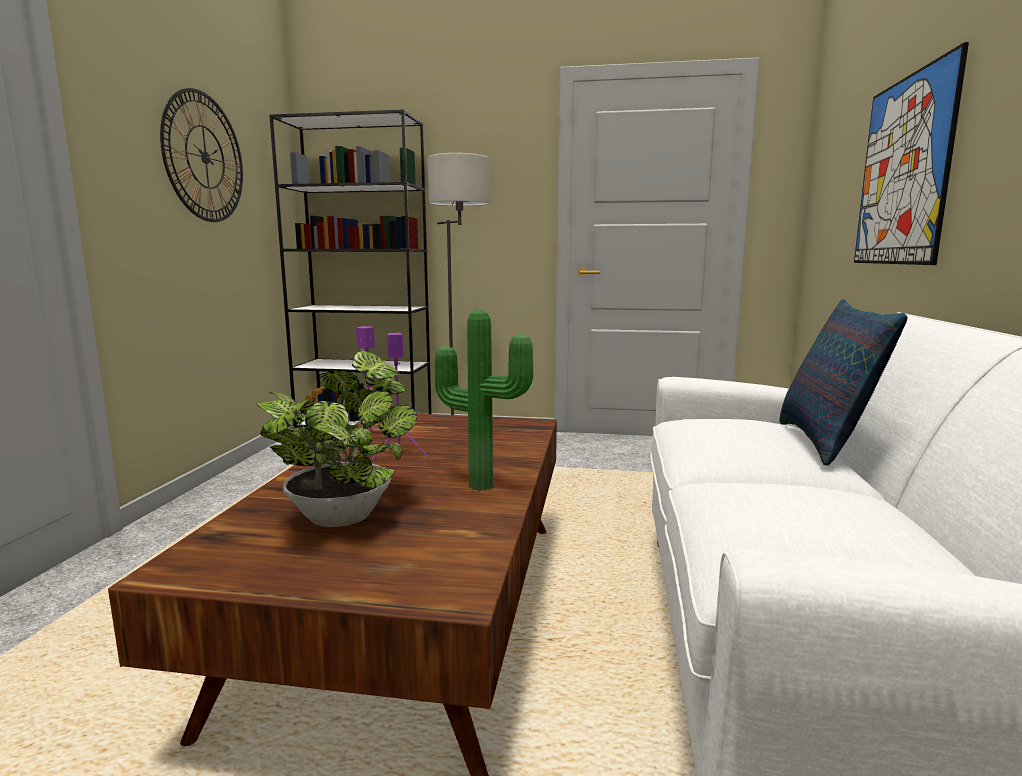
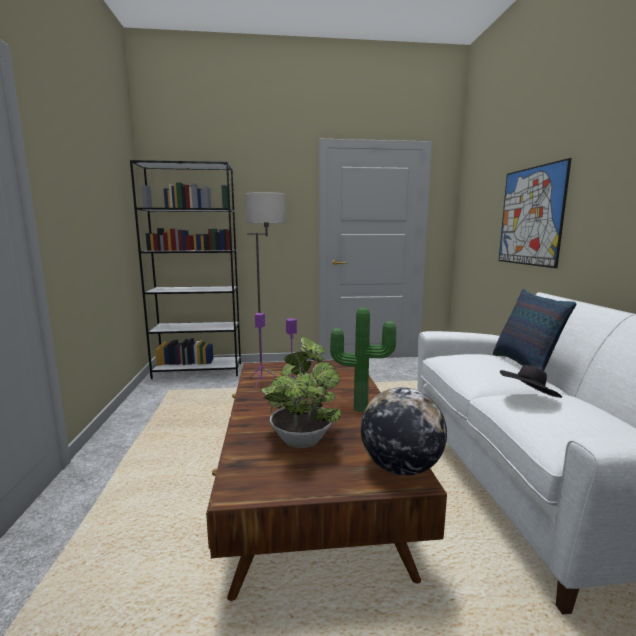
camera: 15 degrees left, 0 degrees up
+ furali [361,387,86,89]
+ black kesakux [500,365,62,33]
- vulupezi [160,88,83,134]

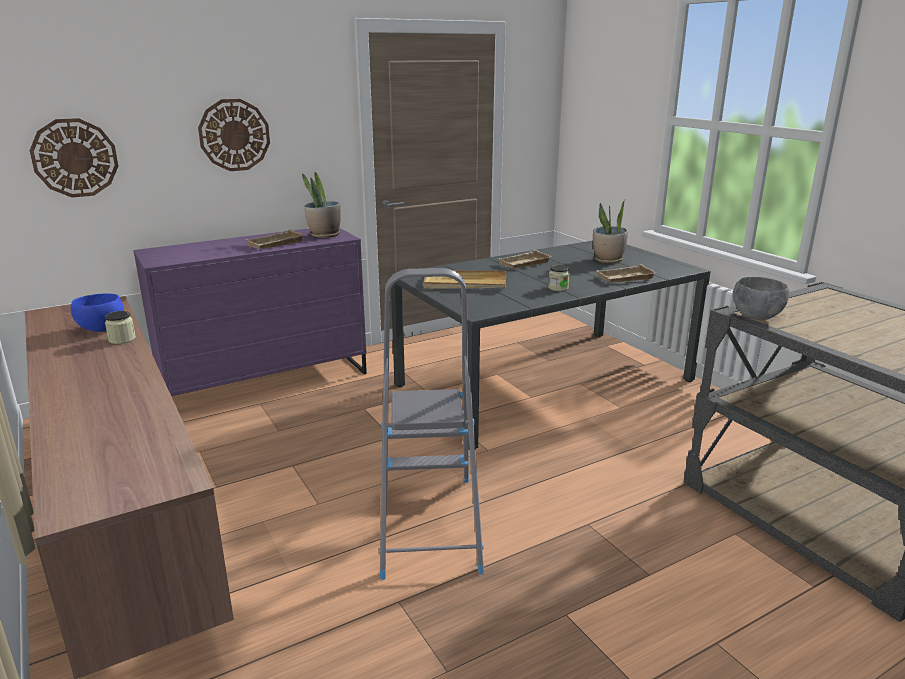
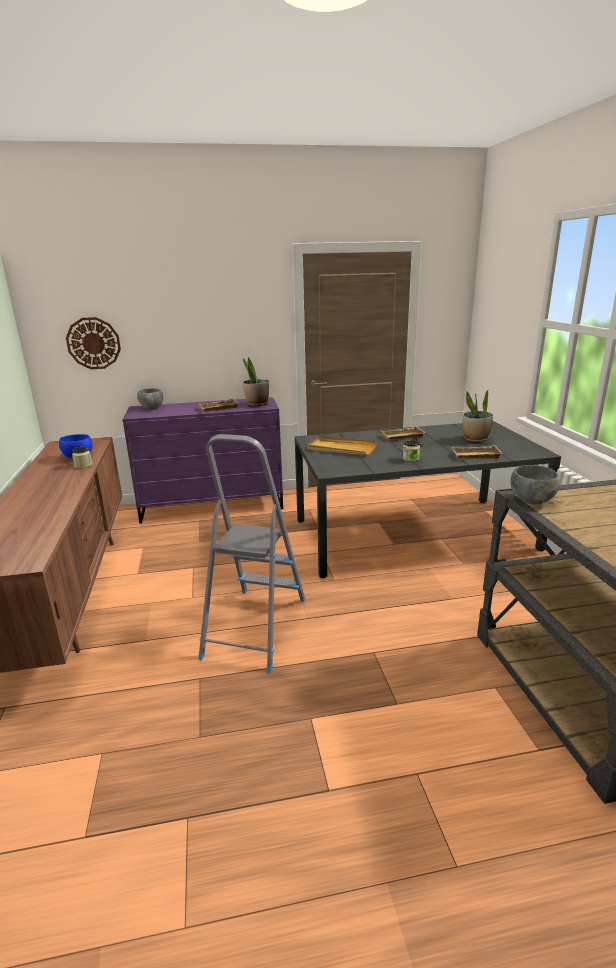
camera: 20 degrees right, 0 degrees up
+ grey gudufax [137,388,27,21]
- vulupezi [198,99,72,72]

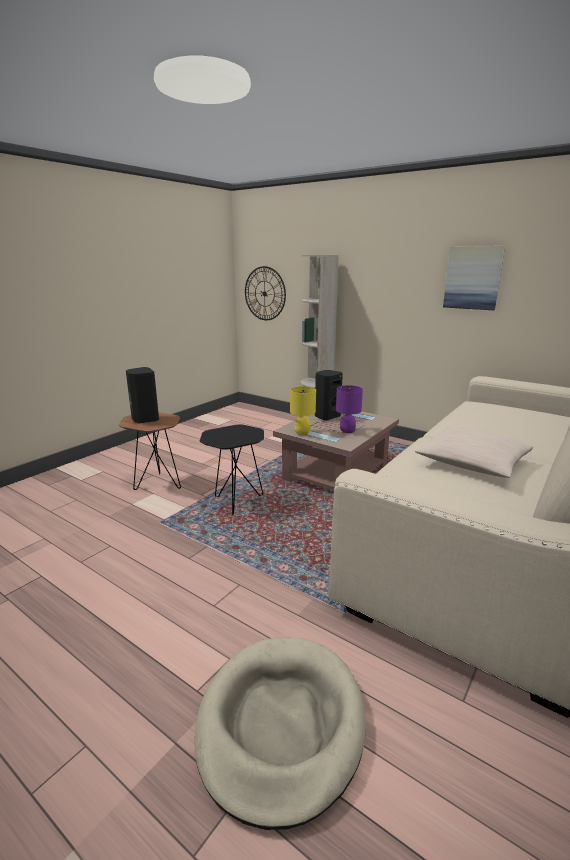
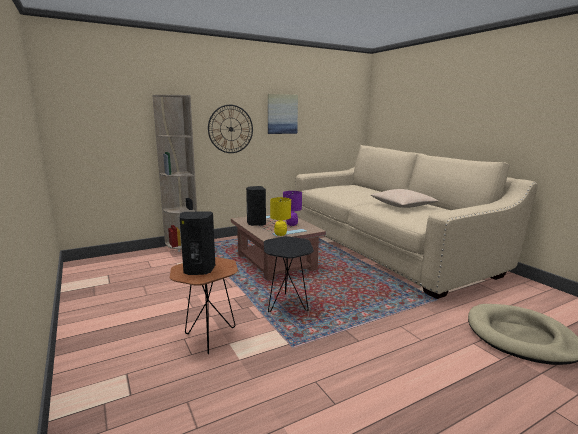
camera: 65 degrees left, 5 degrees down
~ vulupezi [245,266,41,54] to [208,105,45,48]

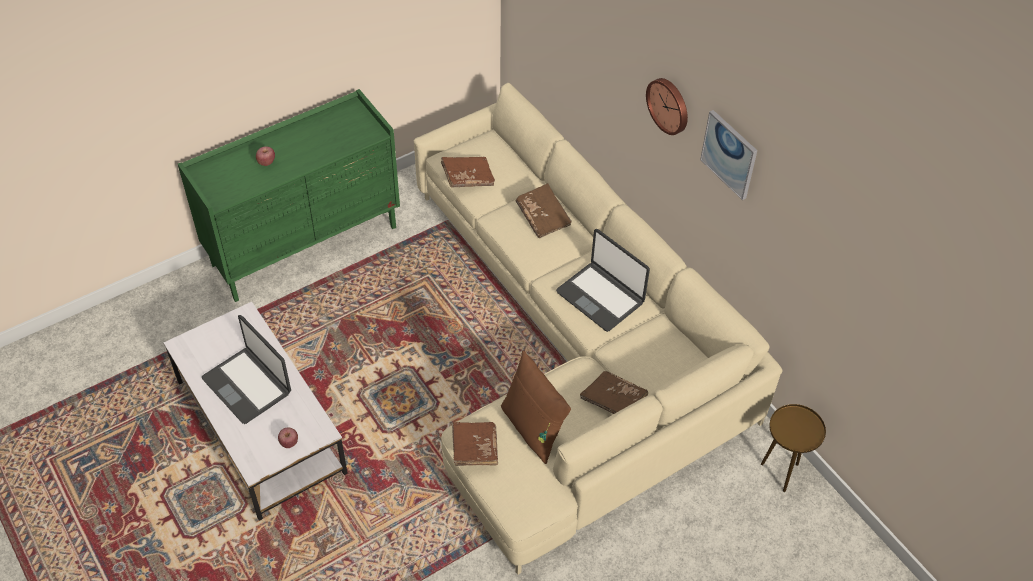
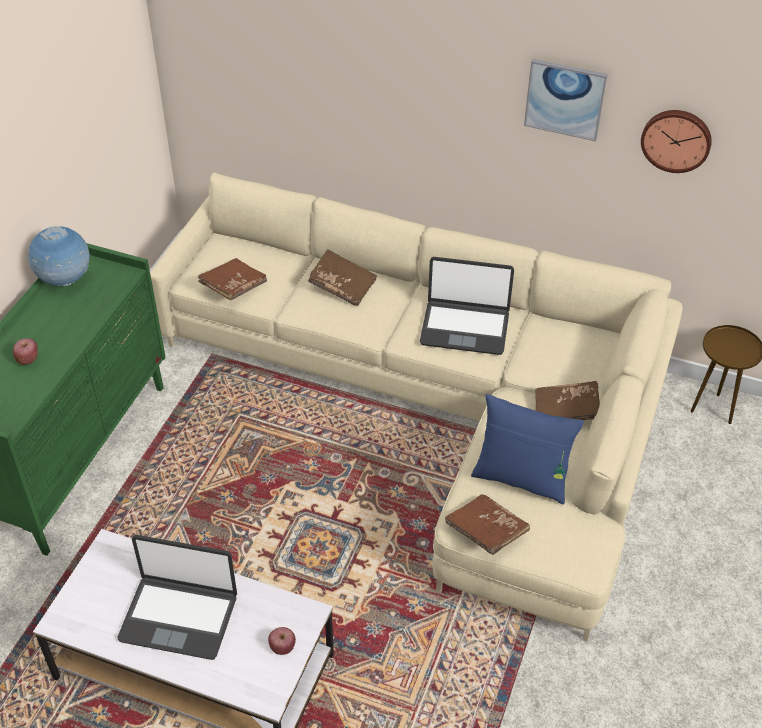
camera: 35 degrees left, 5 degrees down
+ furali [28,226,62,60]
~ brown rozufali [501,350,70,114] to blue rozufali [471,394,113,110]
~ vulupezi [646,78,42,57] to [641,110,71,63]

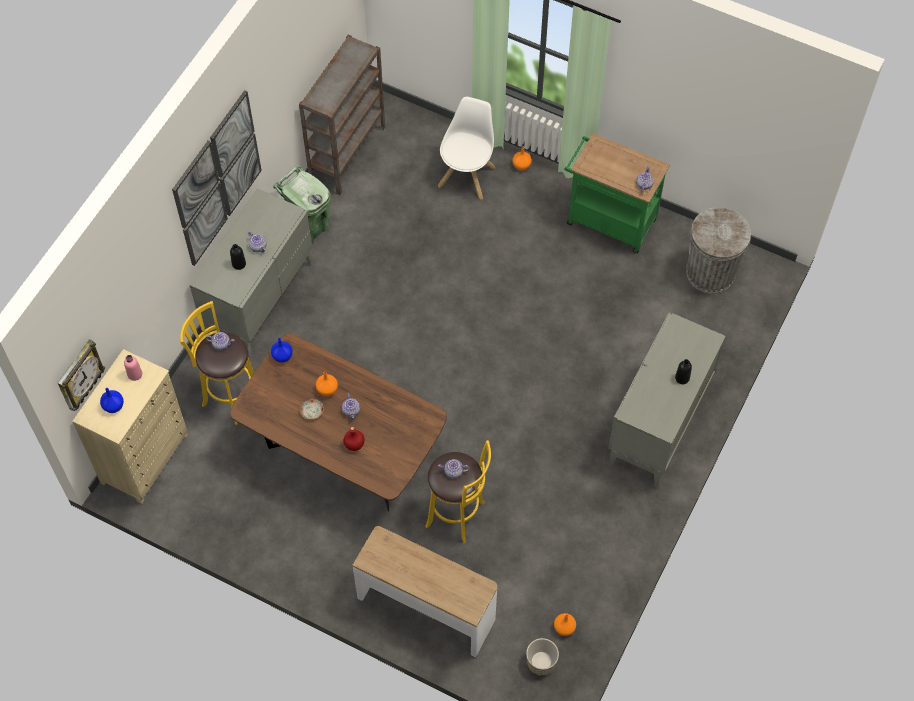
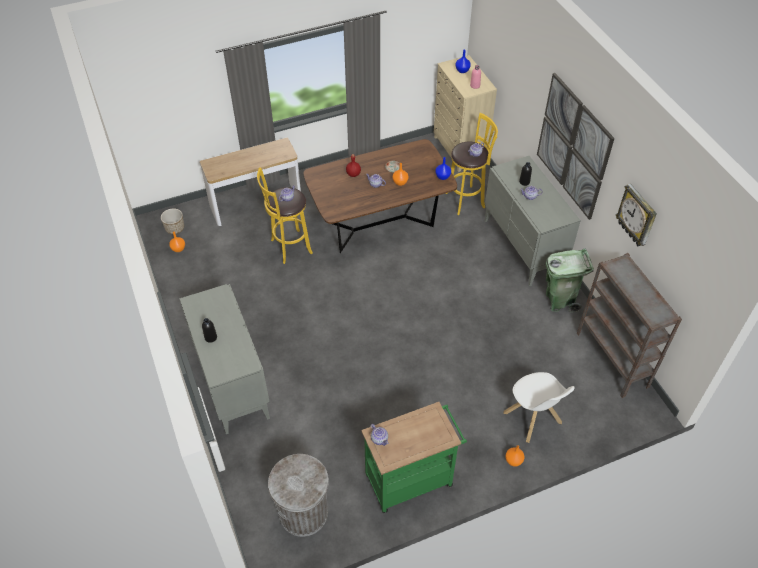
camera: 130 degrees right, 10 degrees down
~ vulupezi [58,339,47,72] to [616,183,41,63]

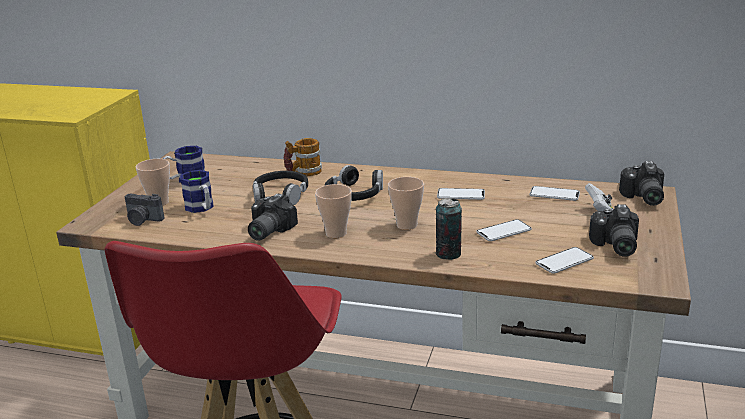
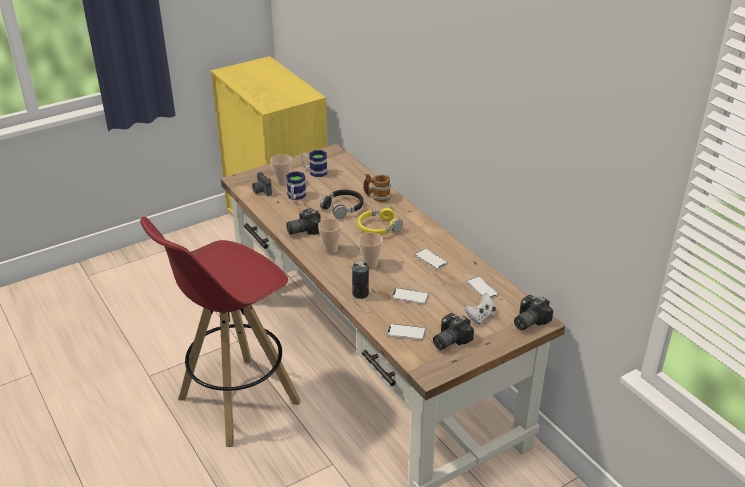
camera: 40 degrees right, 10 degrees up
~ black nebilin [325,165,58,36] to yellow nebilin [357,206,46,29]

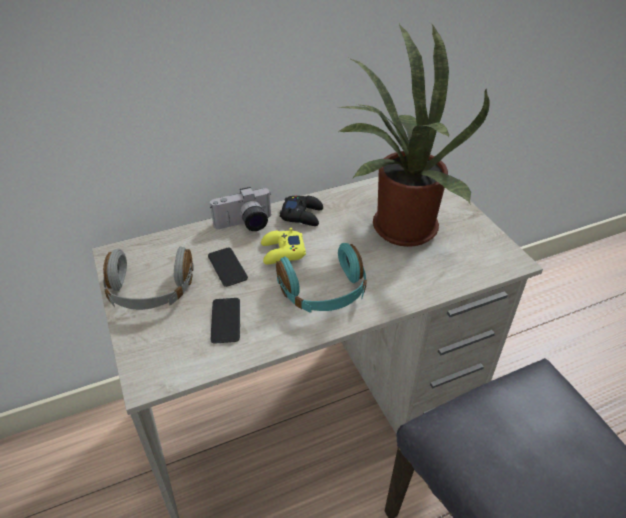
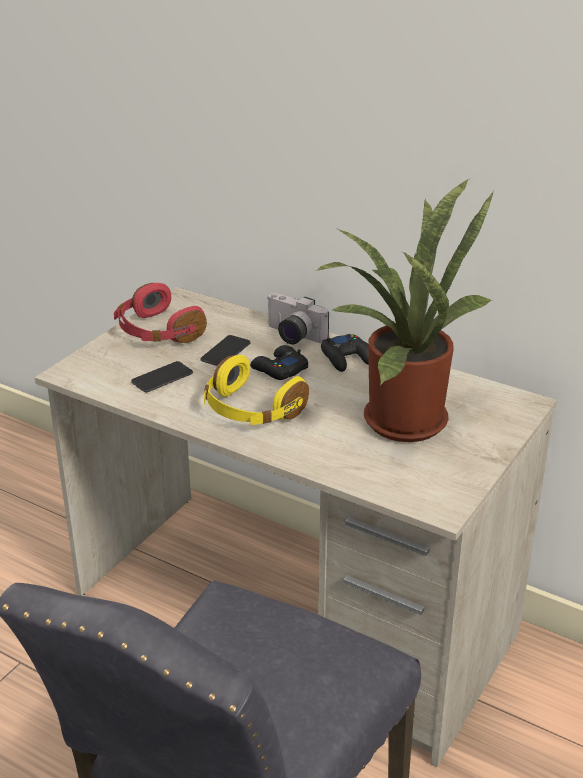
camera: 55 degrees right, 10 degrees down
~ grey nebilin [103,246,91,64] to red nebilin [114,283,93,60]
~ turquoise nebilin [276,243,91,70] to yellow nebilin [204,355,105,70]
~ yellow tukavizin [261,228,45,36] to black tukavizin [250,345,58,35]

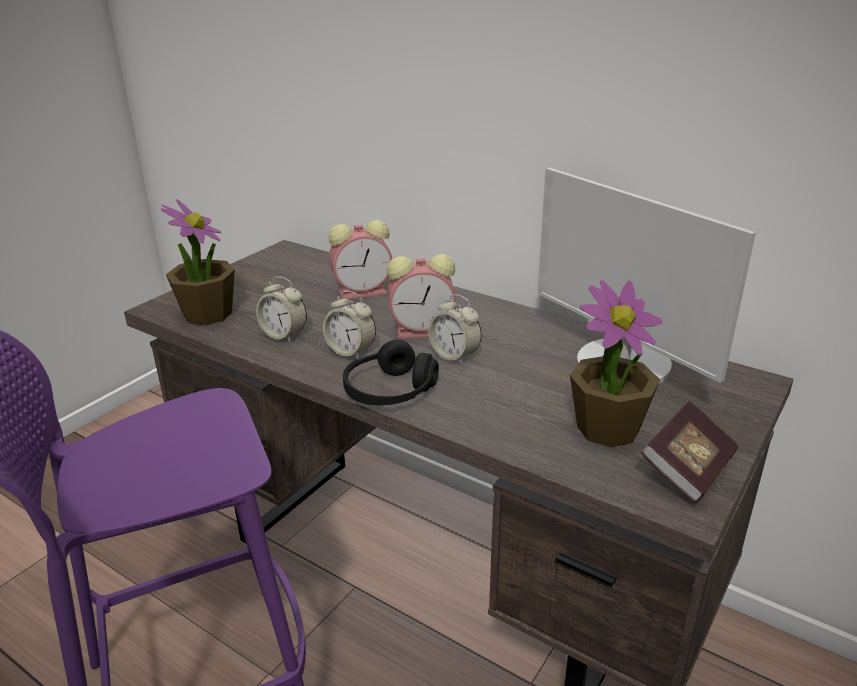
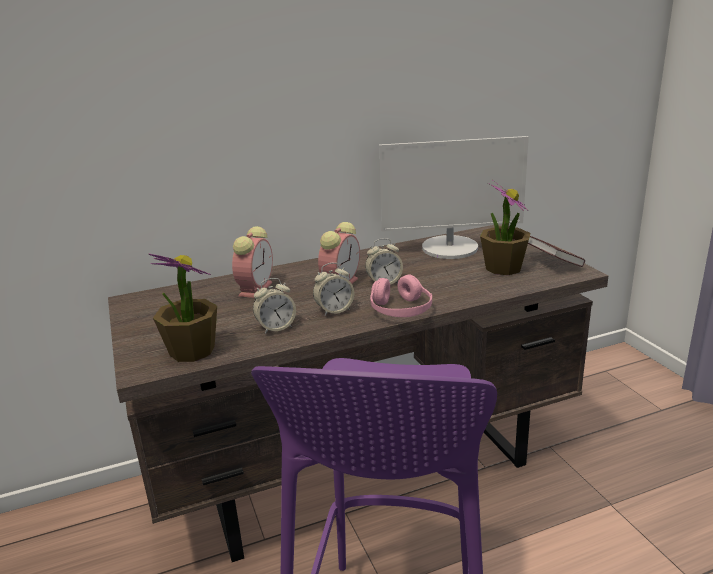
camera: 55 degrees left, 5 degrees down
~ black nebilin [343,340,96,65] to pink nebilin [370,275,62,42]

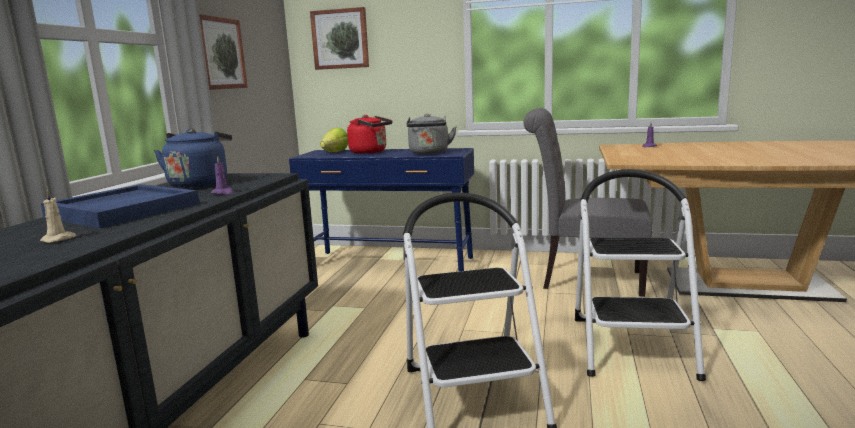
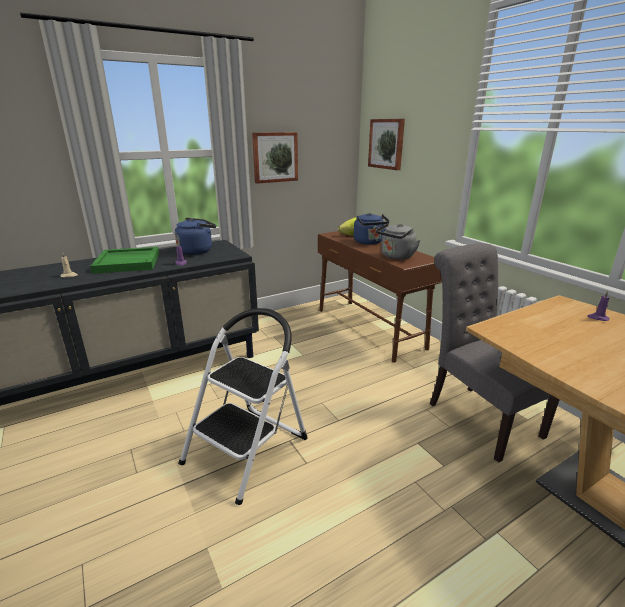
camera: 45 degrees right, 10 degrees up
~ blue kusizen [41,184,159,44] to green kusizen [90,247,69,27]
~ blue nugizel [289,148,185,123] to brown nugizel [318,231,124,131]
~ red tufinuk [347,115,45,39] to blue tufinuk [354,213,36,32]
- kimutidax [575,169,131,212]

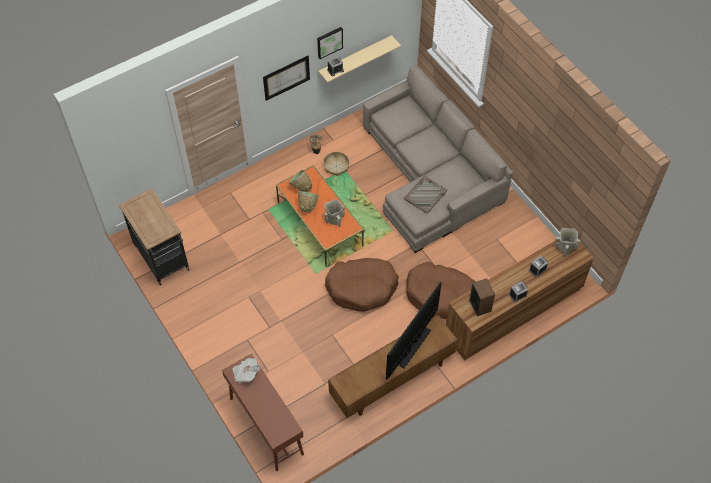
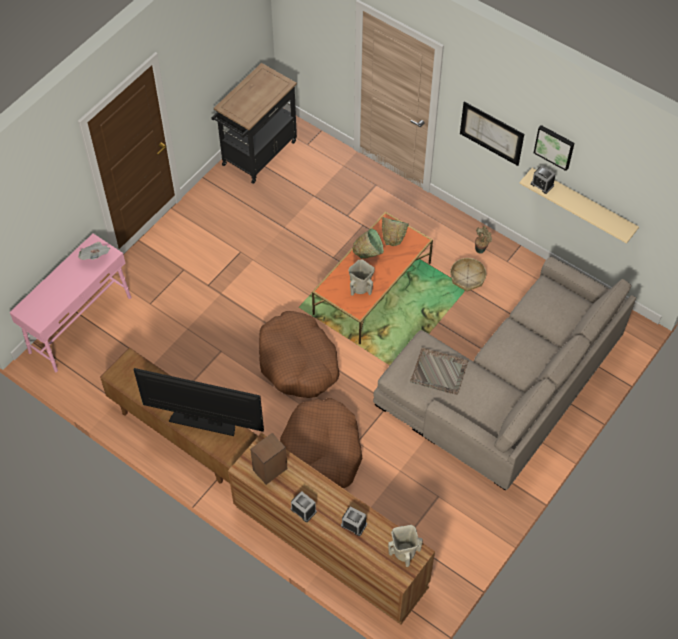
camera: 70 degrees right, 0 degrees up
~ brown nugizel [222,354,82,117] to pink nugizel [10,233,121,139]

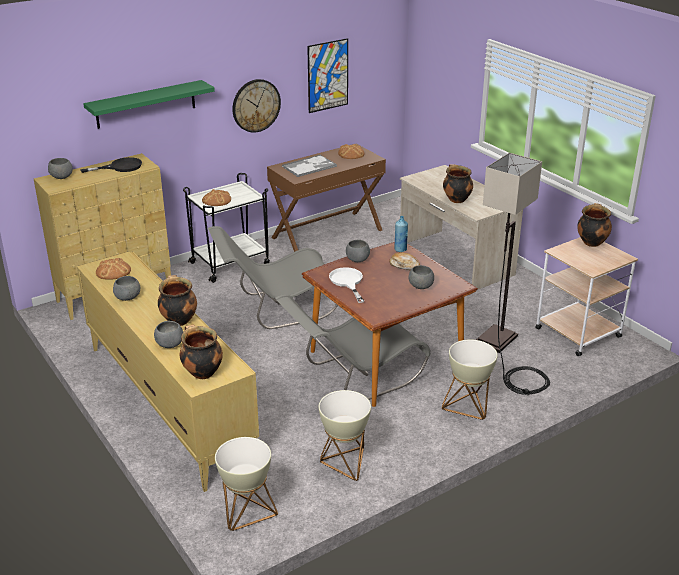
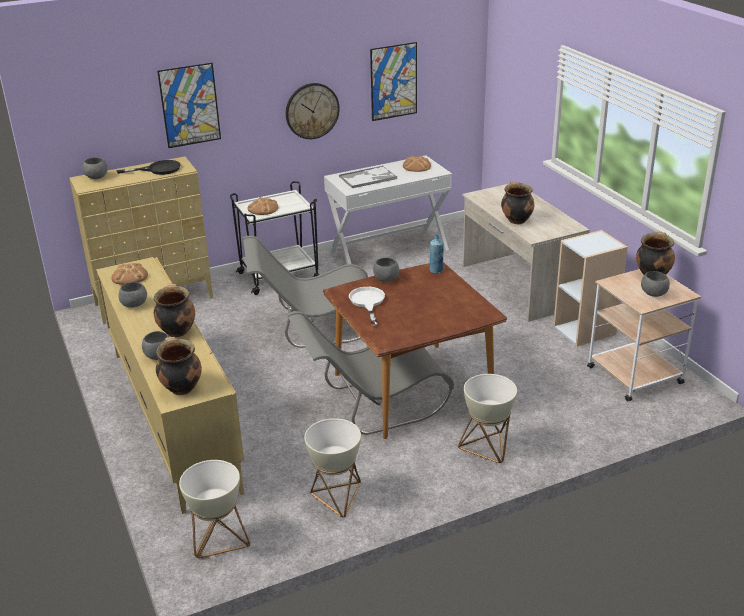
camera: 10 degrees right, 0 degrees up
~ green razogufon [83,80,132,49] to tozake [157,63,64,85]
~ brown nugizel [267,144,119,108] to white nugizel [324,155,128,109]
+ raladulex [553,230,75,116]
~ grey gudufax [409,265,25,24] to [641,271,29,26]
- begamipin [390,252,30,18]
- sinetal [476,153,74,242]

